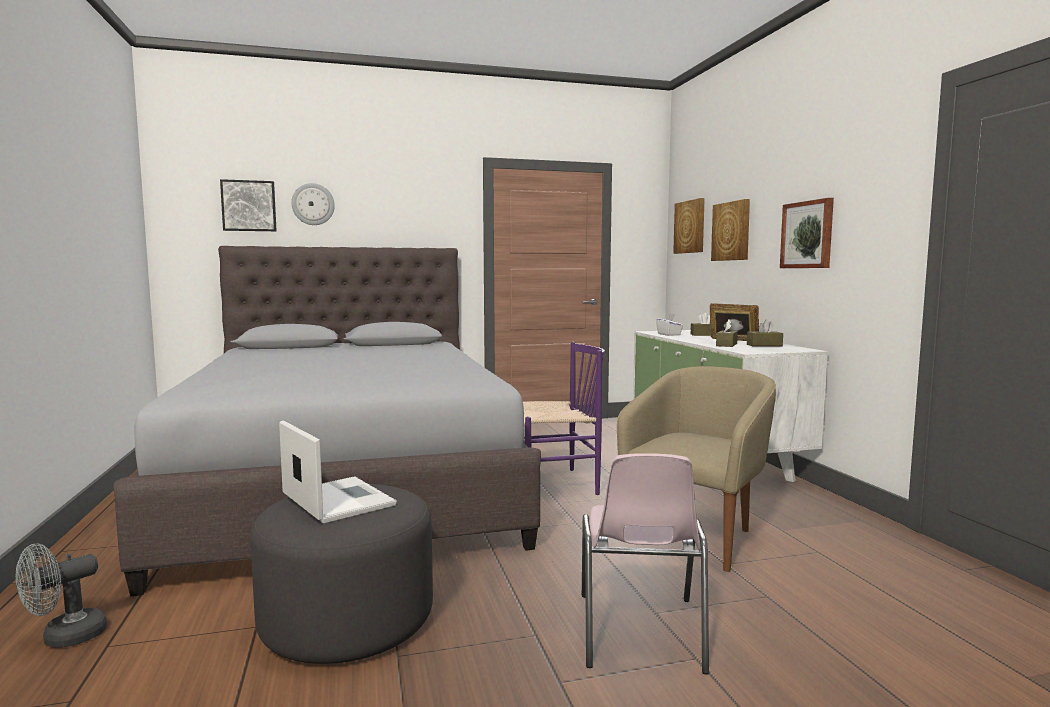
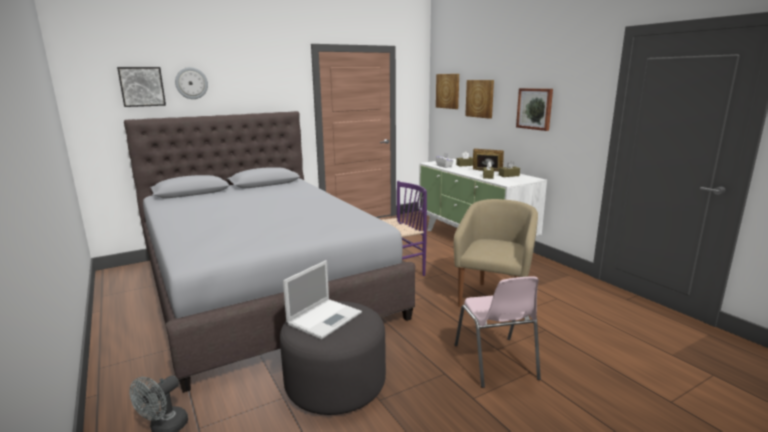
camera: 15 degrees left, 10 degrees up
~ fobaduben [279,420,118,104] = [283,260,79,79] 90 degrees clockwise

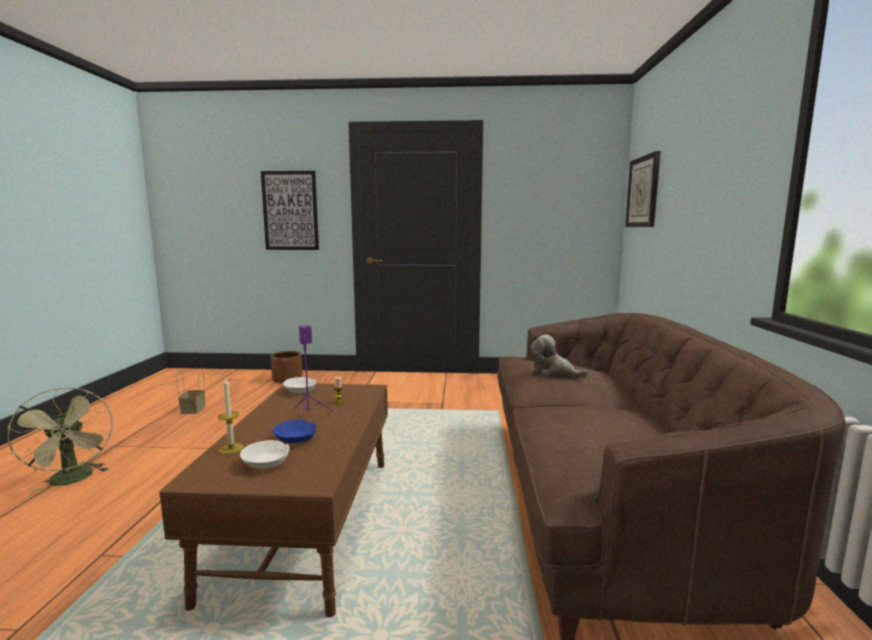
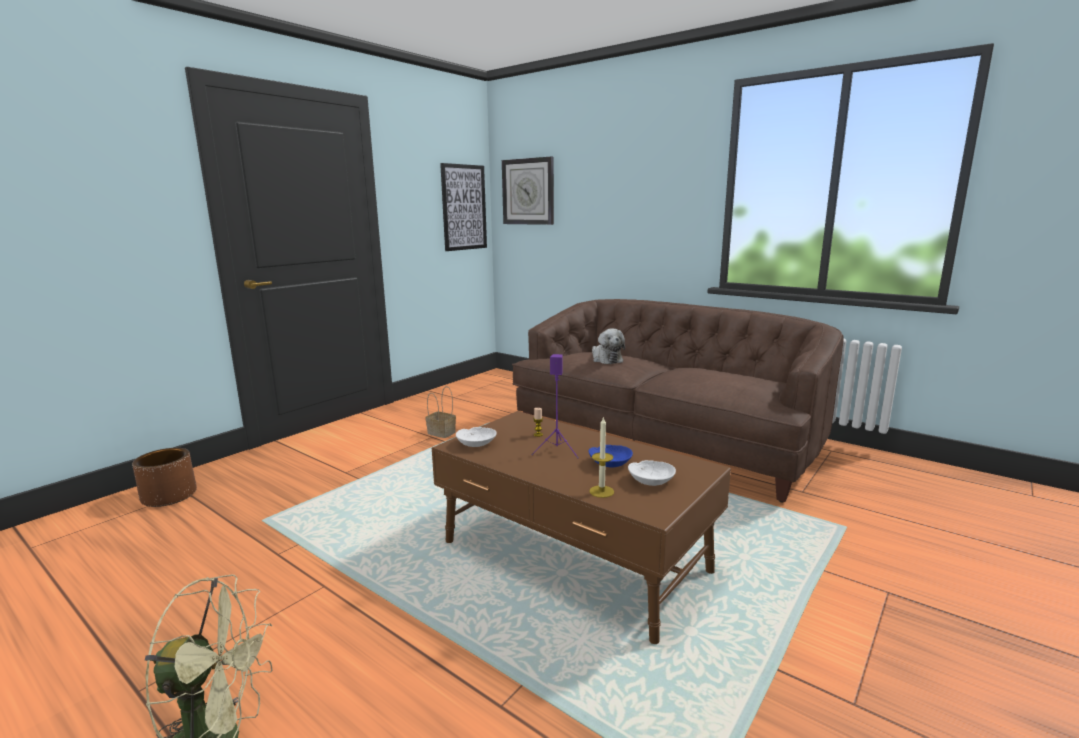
camera: 55 degrees left, 5 degrees up
~ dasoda [177,369,28,45] to [425,386,31,52]
~ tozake [261,171,58,79] to [440,163,47,88]
~ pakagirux [531,335,57,43] = [592,329,33,35] 90 degrees counterclockwise

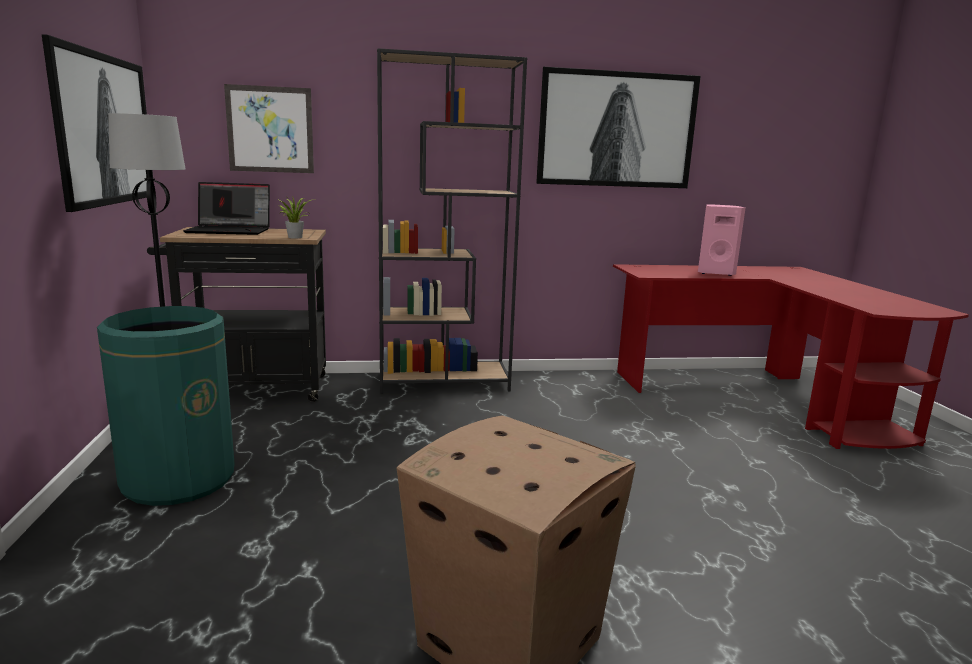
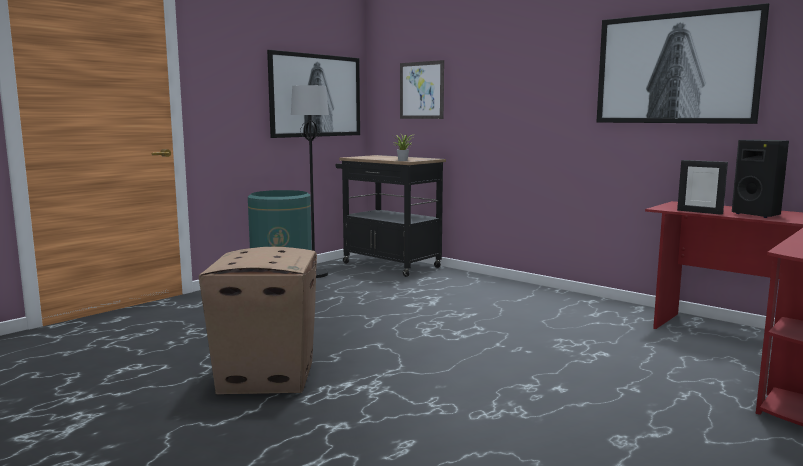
camera: 50 degrees right, 5 degrees down
+ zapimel [677,160,51,55]
~ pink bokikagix [698,205,47,71] to black bokikagix [732,140,57,78]
- fobaduben [183,182,87,53]
- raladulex [377,48,150,346]

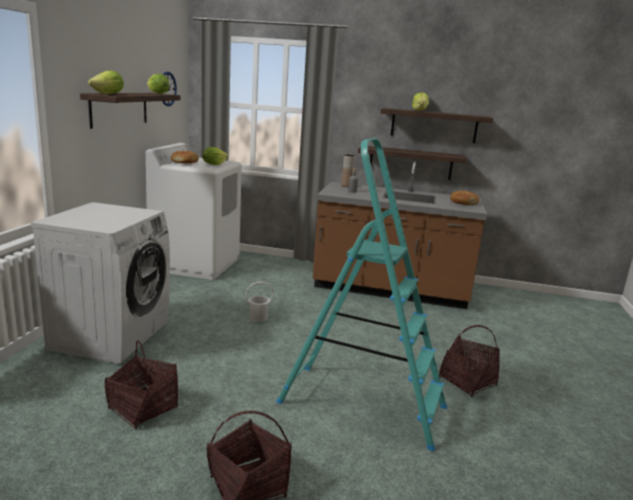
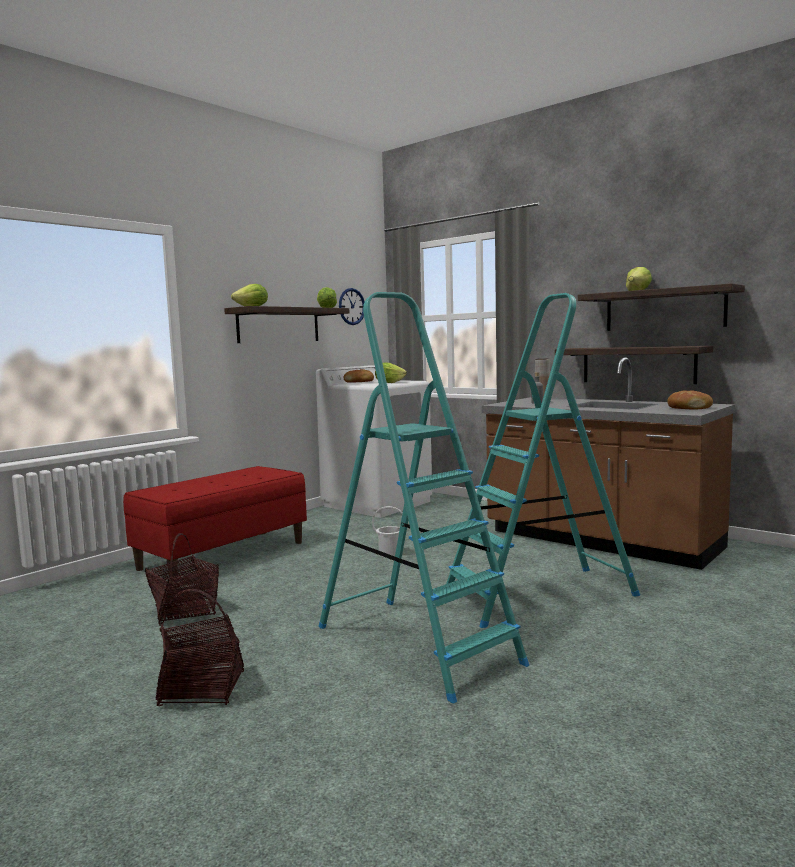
camera: 30 degrees right, 10 degrees down
~ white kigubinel [31,202,139,162] to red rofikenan [123,466,184,118]
+ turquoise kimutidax [446,293,194,335]
- dasoda [439,325,61,72]

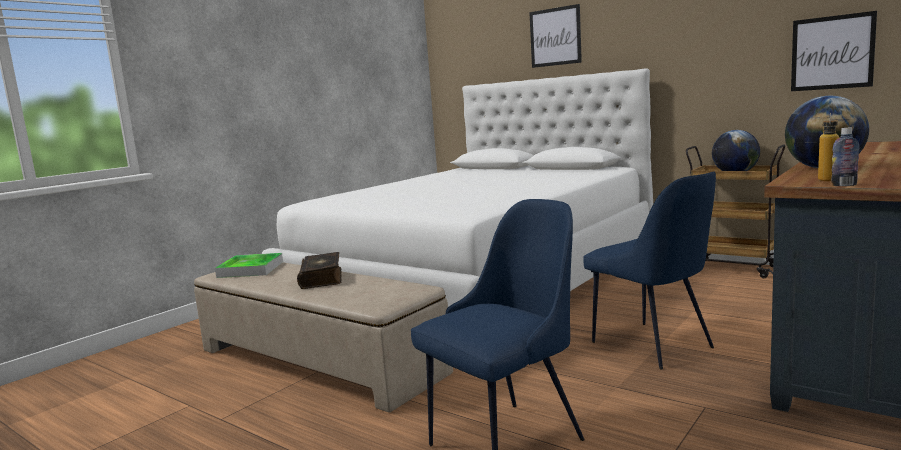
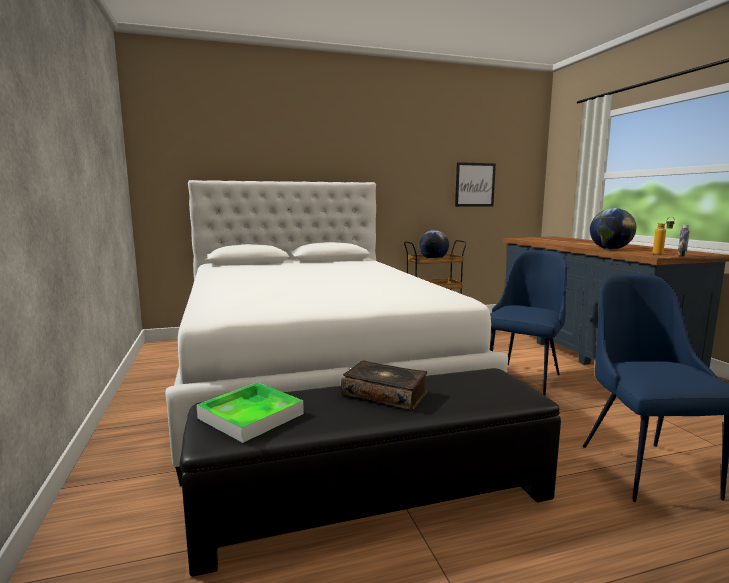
camera: 55 degrees left, 0 degrees up
~ beige rofikenan [194,262,259,150] to black rofikenan [179,368,382,209]
~ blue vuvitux [583,172,133,197] = [490,250,77,146] 60 degrees counterclockwise
- tozake [529,4,53,64]

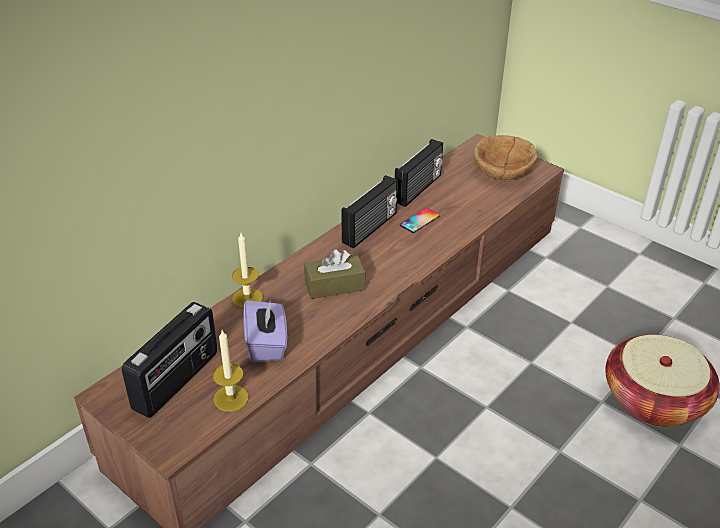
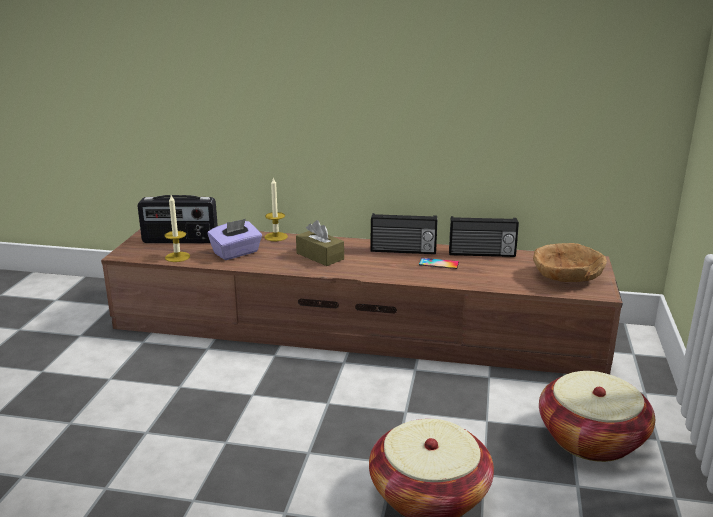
camera: 60 degrees right, 15 degrees down
+ dasoda [539,371,116,91]

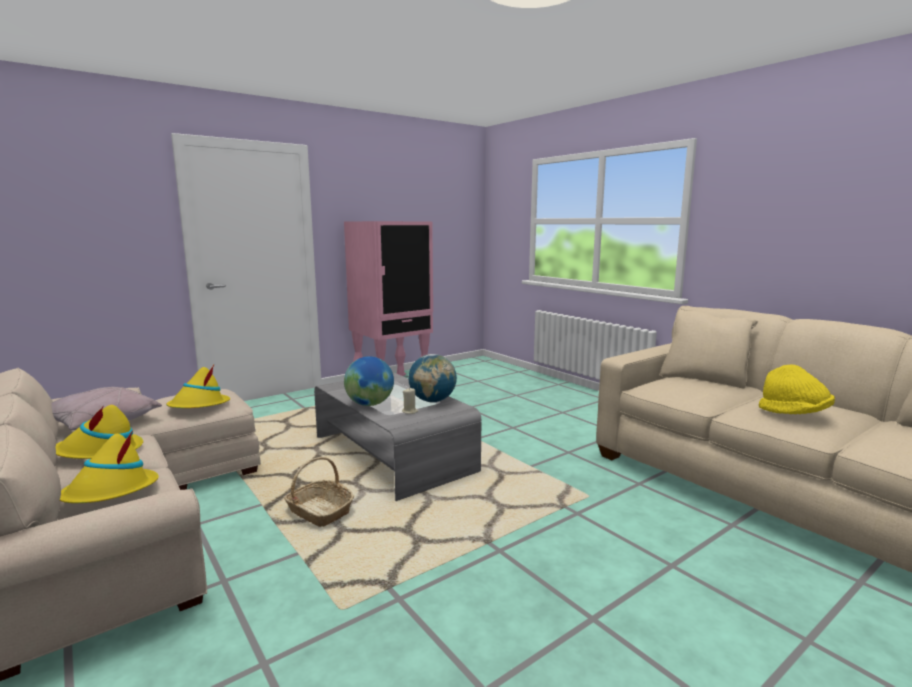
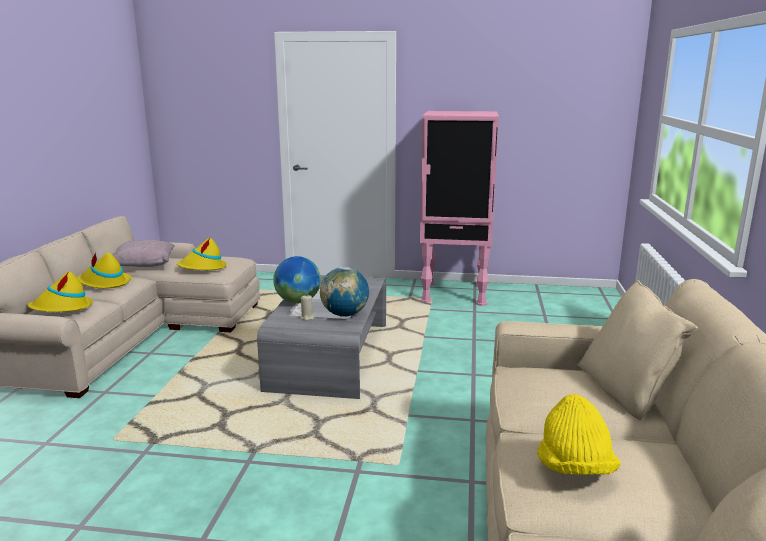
camera: 45 degrees right, 5 degrees up
- dasoda [284,457,70,70]

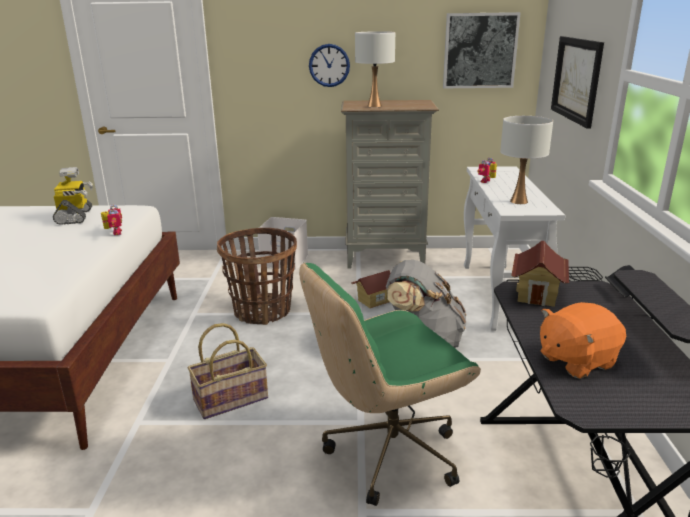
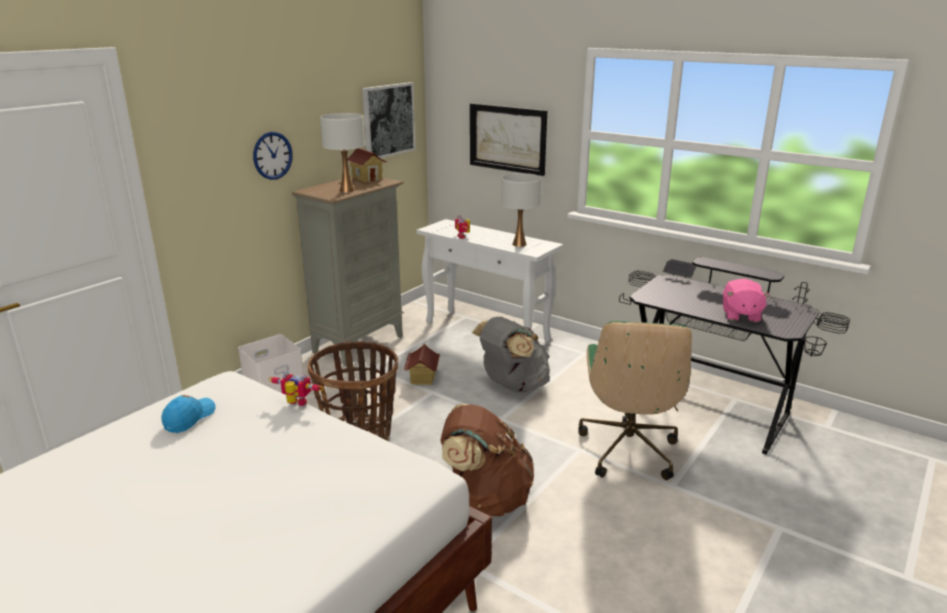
camera: 55 degrees left, 0 degrees up
~ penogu [53,167,40,58] to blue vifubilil [162,395,53,38]
~ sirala [511,241,58,66] to [347,148,41,34]
~ dasoda [188,323,80,96] to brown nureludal [440,404,94,112]
~ orange pakagirux [540,302,86,77] to pink pakagirux [723,279,47,43]

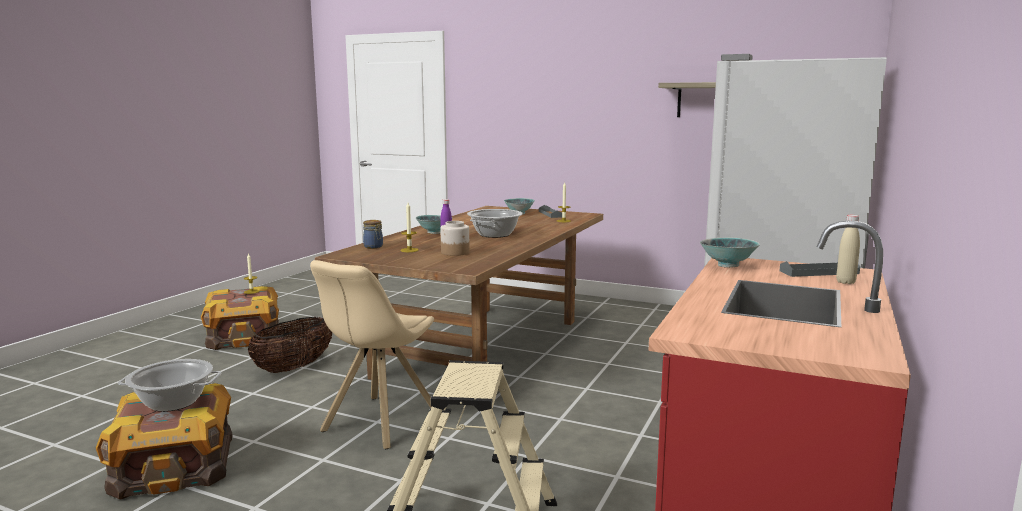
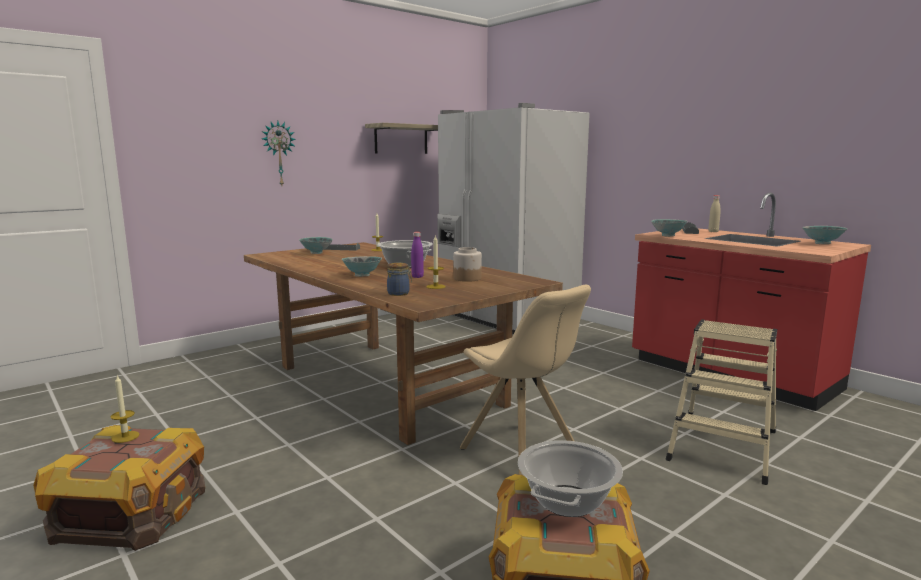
camera: 65 degrees left, 0 degrees up
+ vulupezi [262,121,34,64]
+ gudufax [802,226,45,18]
- dasoda [248,317,84,56]

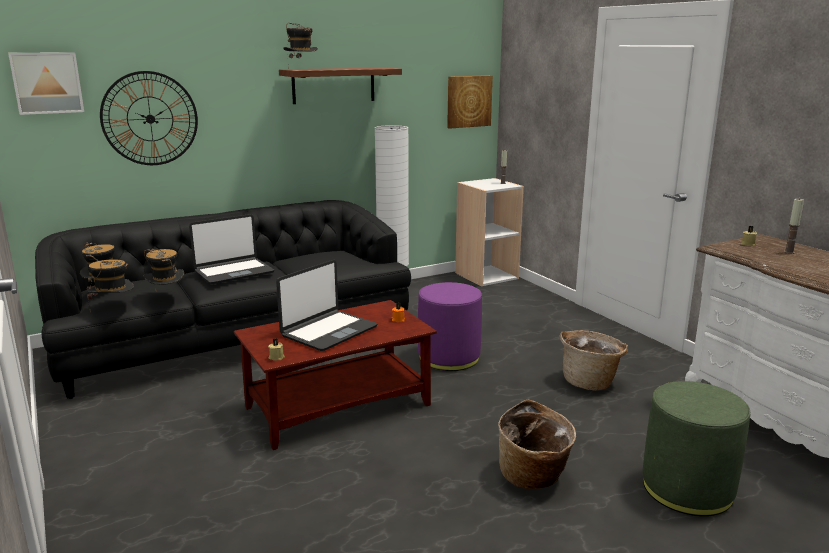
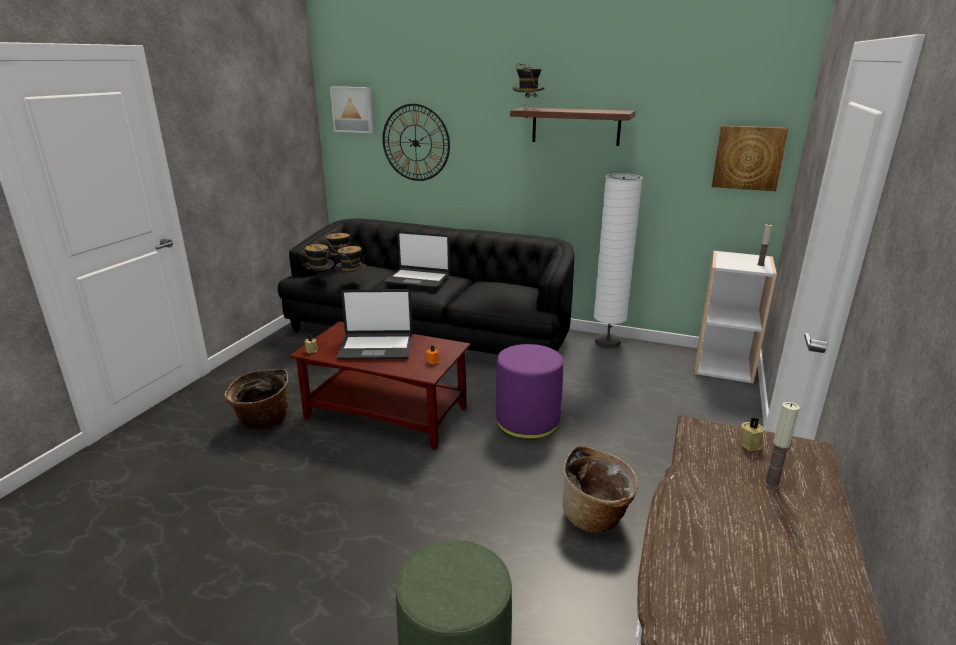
camera: 50 degrees right, 5 degrees up
~ dasoda [498,400,78,89] to [224,369,64,60]

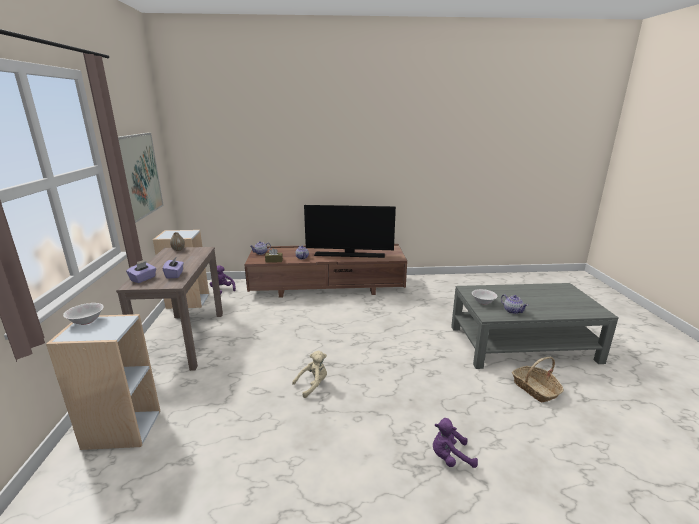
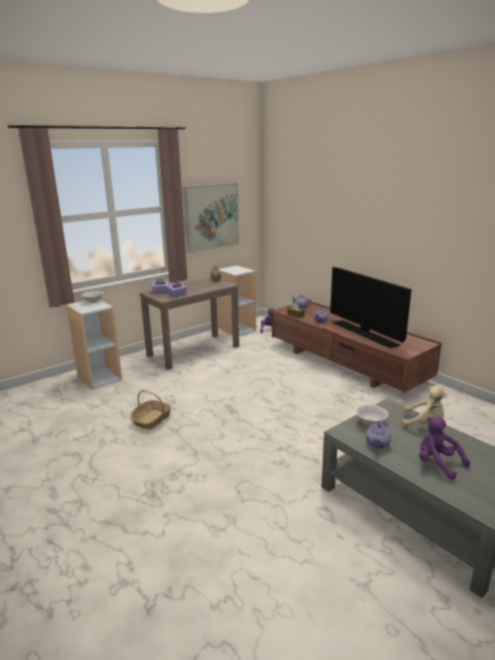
camera: 55 degrees right, 0 degrees up
~ dasoda [512,357,51,45] to [130,390,42,39]
~ beige pakagirux [292,351,35,47] to [402,386,45,42]
~ purple pakagirux [433,418,45,50] to [419,416,51,64]

